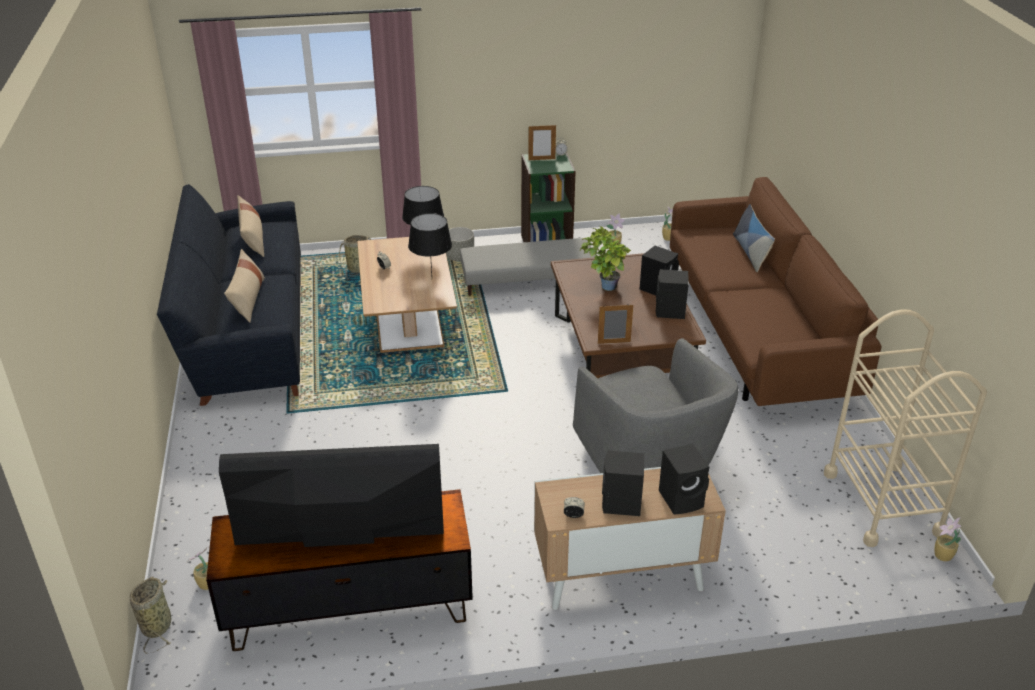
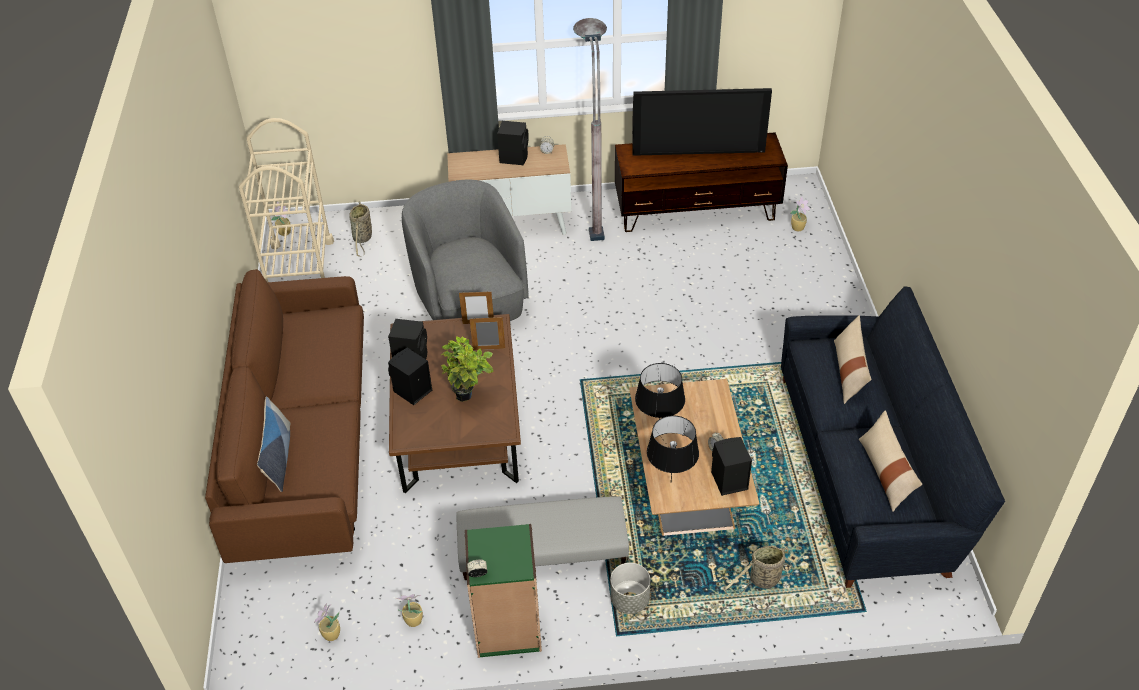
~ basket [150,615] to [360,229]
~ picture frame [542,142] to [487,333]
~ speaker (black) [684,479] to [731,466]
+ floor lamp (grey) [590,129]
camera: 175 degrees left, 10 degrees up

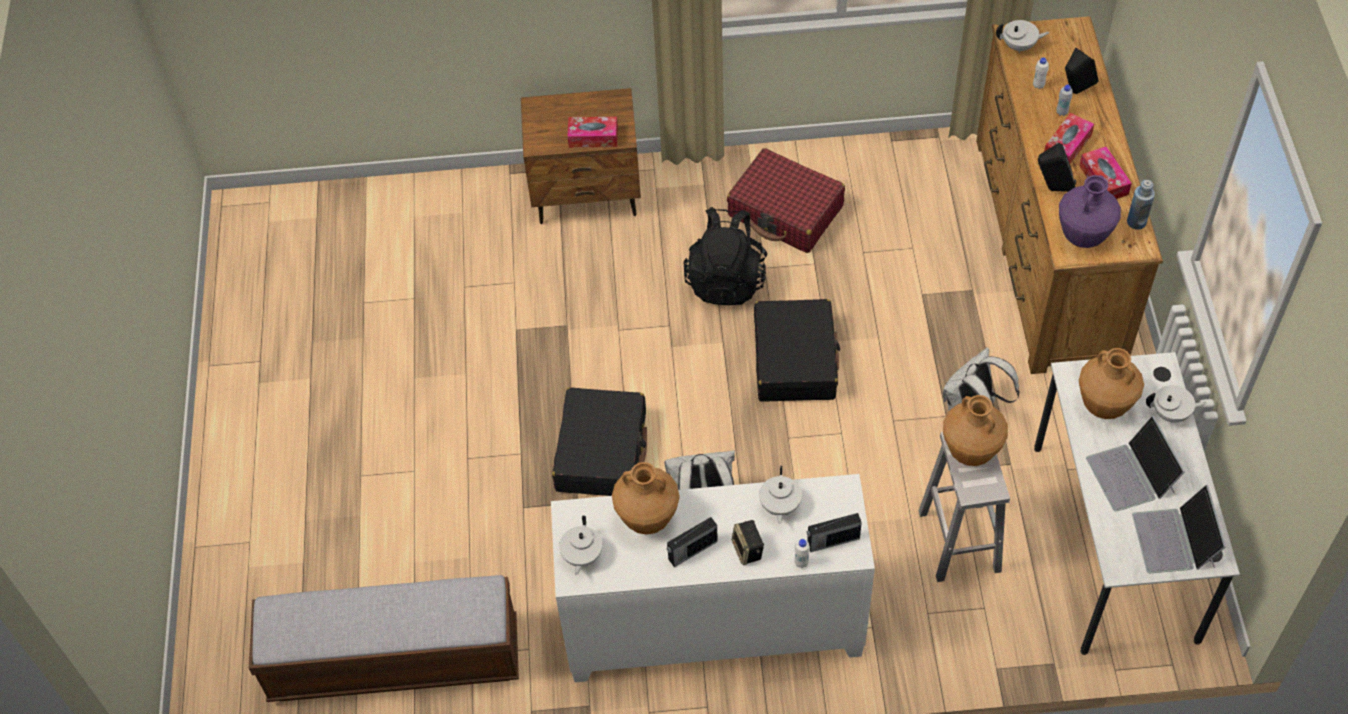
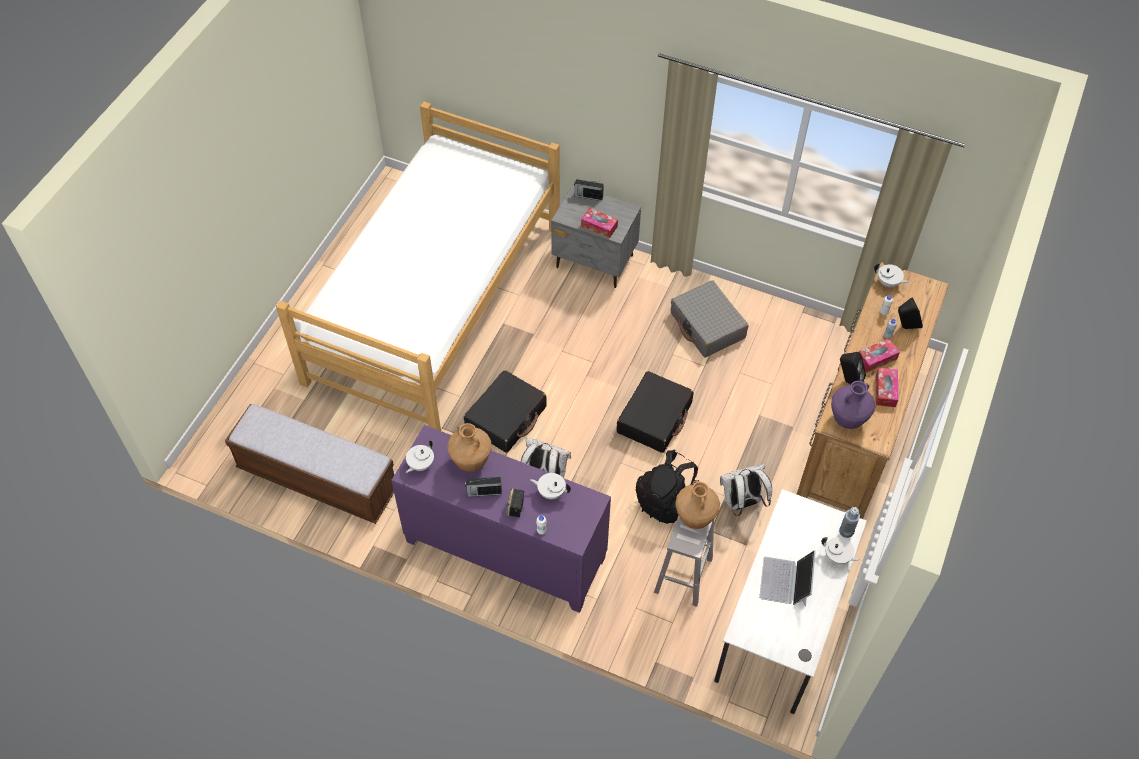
~ nightstand (brown) [581,156] to nightstand (grey) [596,236]
~ cabinet (white) [713,578] to cabinet (purple) [501,519]
~ backpack (black) [726,256] to [667,486]
~ suitcase (red) [786,200] to suitcase (grey) [709,318]
~ teapot (white) [780,495] = [550,486] 75 degrees clockwise
~ radio [834,532] to [589,190]
- vase (brown) [1111,383]
~ bottle (blue) [1141,205] to [849,522]
- laptop [1179,529]
+ bed [418,266]
camera: 25 degrees right, 0 degrees up

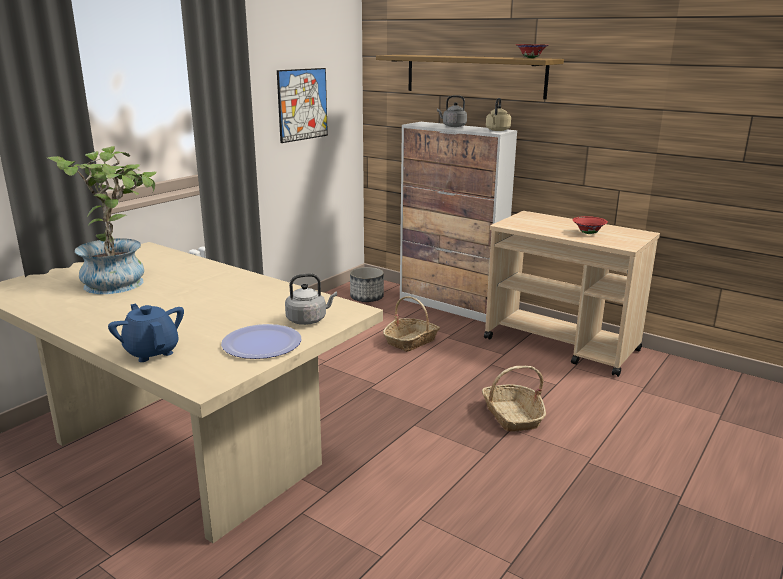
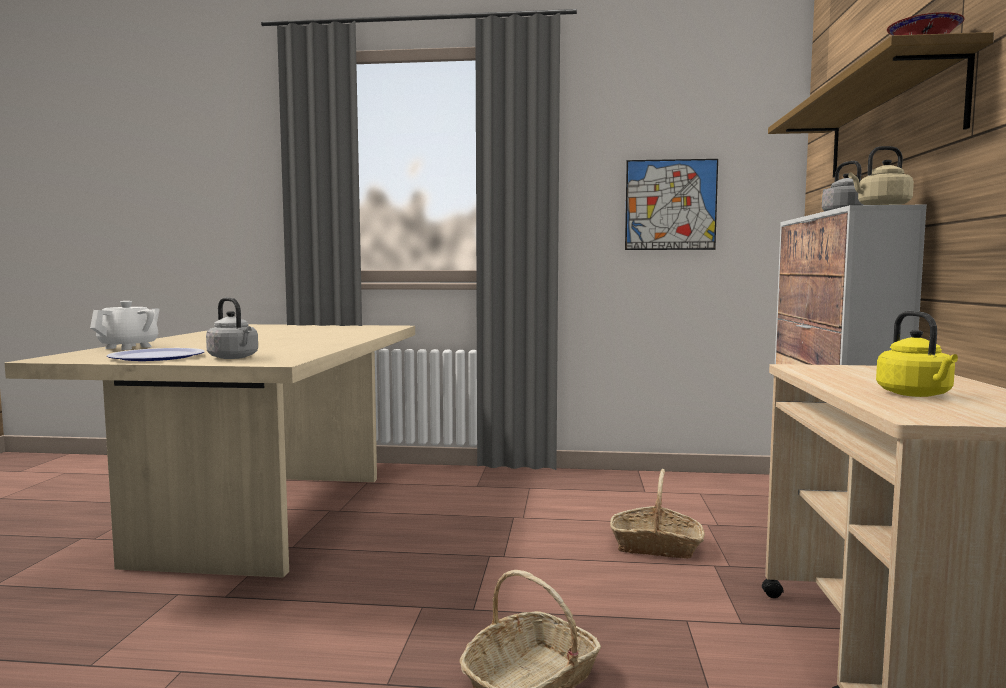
- potted plant [102,220]
~ teapot (blue) [146,333] to teapot (white) [125,325]
- planter [367,284]
~ bowl (red) [590,225] to kettle (yellow) [917,354]
camera: 60 degrees right, 15 degrees down

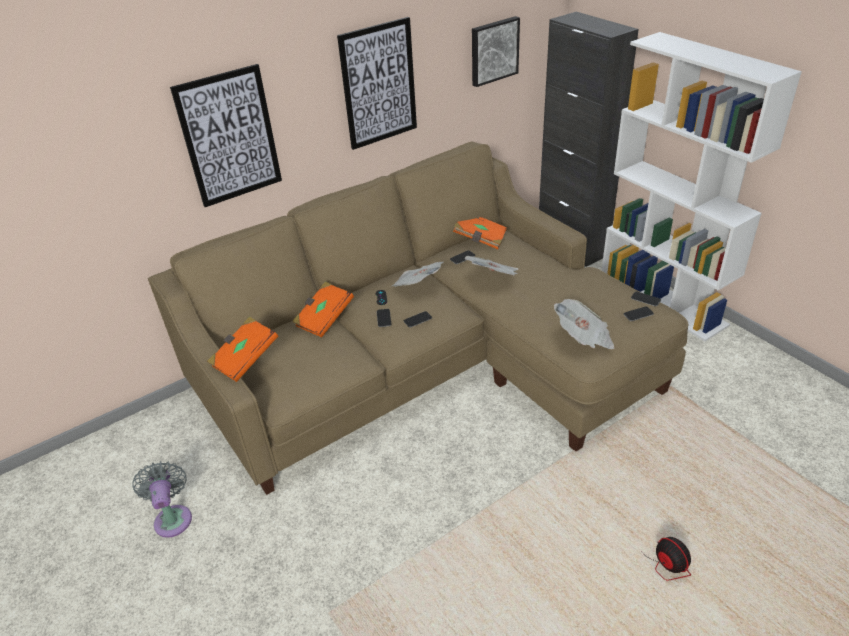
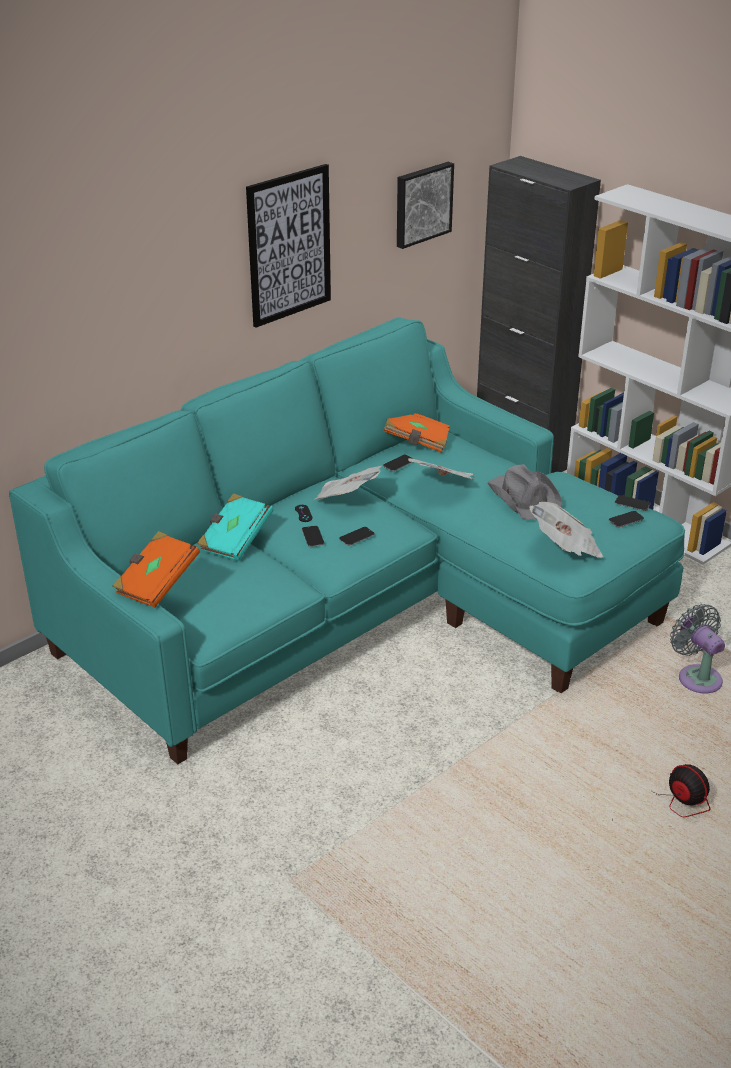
~ fan (grey) [162,499] to [697,649]
~ sofa (beige) [418,318] to sofa (turquoise) [347,540]
- picture [226,135]
~ book (orange) [323,309] to book (turquoise) [235,527]
+ hat (grey) [525,492]
camera: 10 degrees left, 5 degrees down

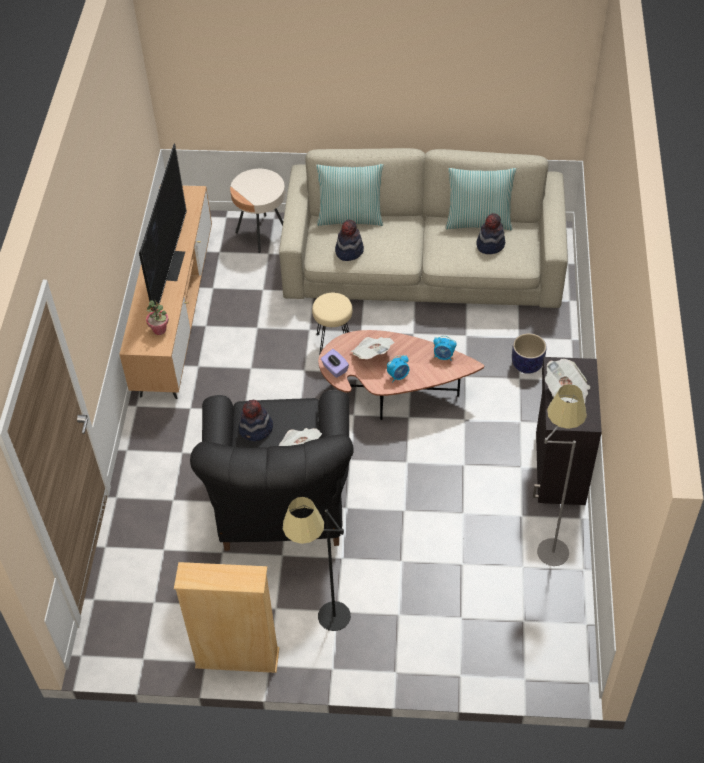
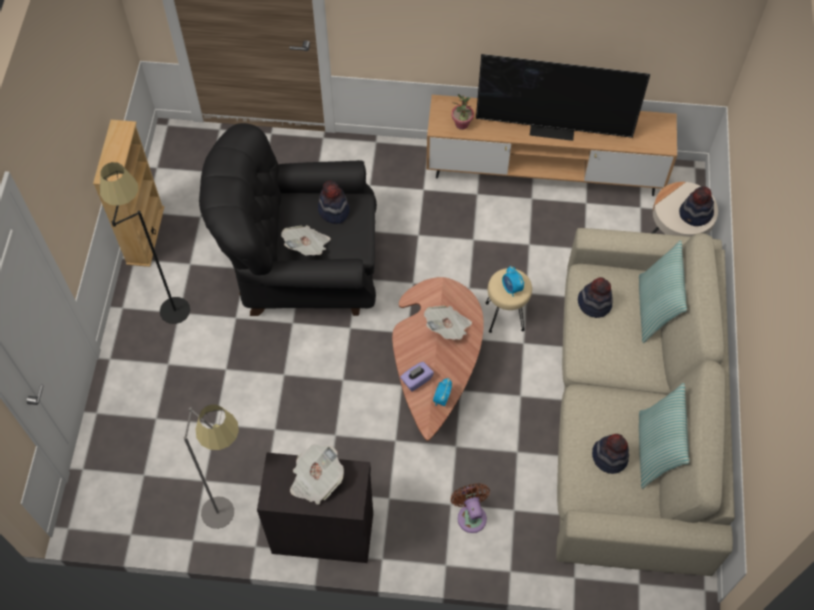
~ tissue box (purple) [335,363] to [417,376]
~ alarm clock [398,368] to [513,281]
~ planter [529,353] to fan (brown) [470,508]
+ hat [696,206]
camera: 90 degrees right, 10 degrees up

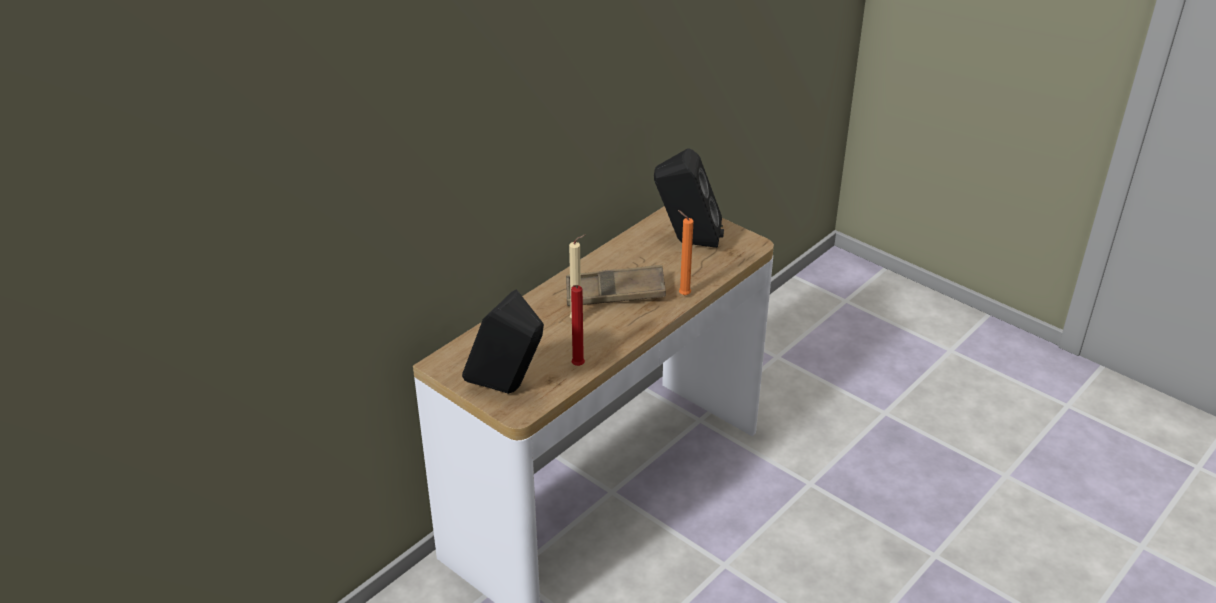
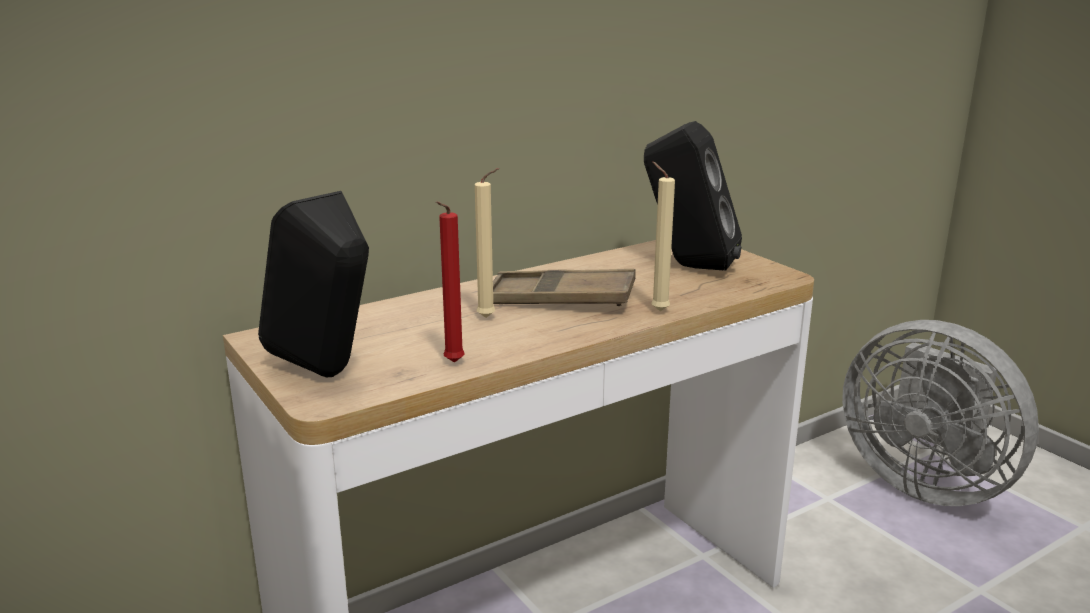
~ candle (orange) [686,252] to candle (beige) [663,236]
+ fan (grey) [940,413]
camera: 15 degrees right, 15 degrees down

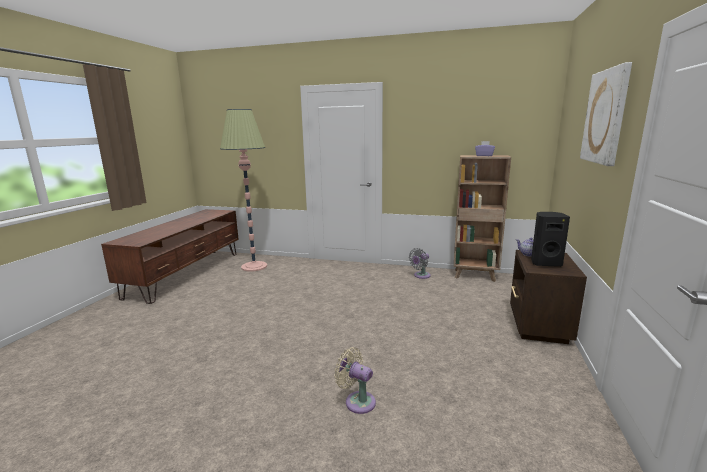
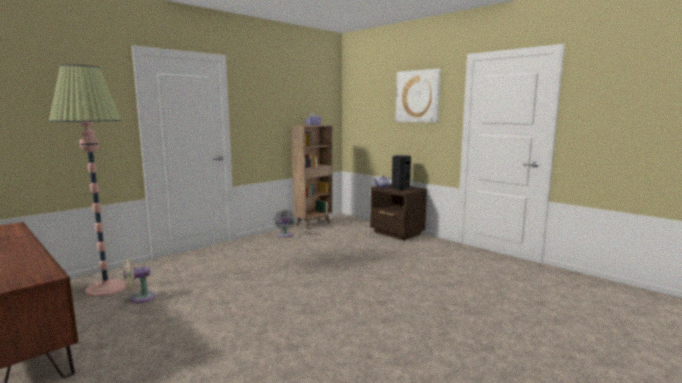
~ fan (beige) [355,380] to [139,281]
camera: 60 degrees left, 5 degrees down

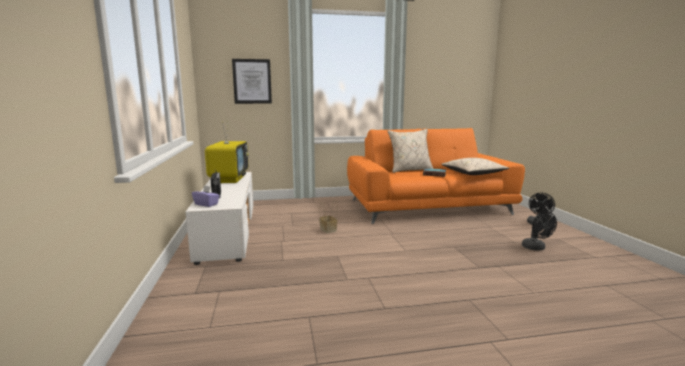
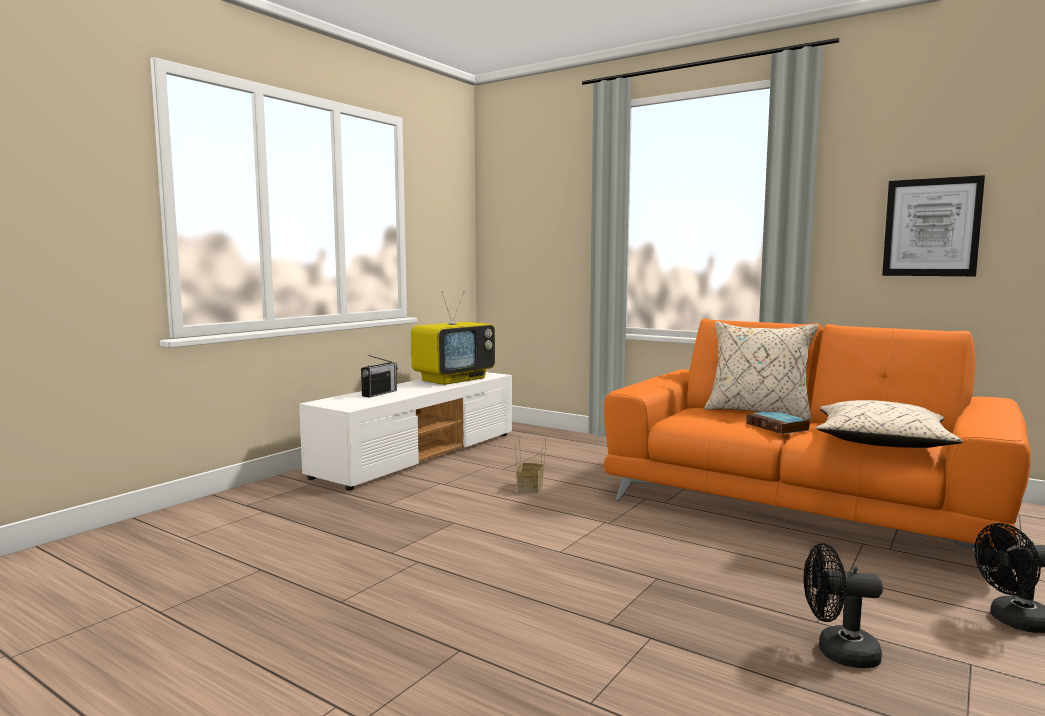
- tissue box (purple) [206,196]
~ picture [252,81] to [933,225]
~ fan (black) [539,231] = [843,605] 75 degrees clockwise
camera: 45 degrees right, 5 degrees down

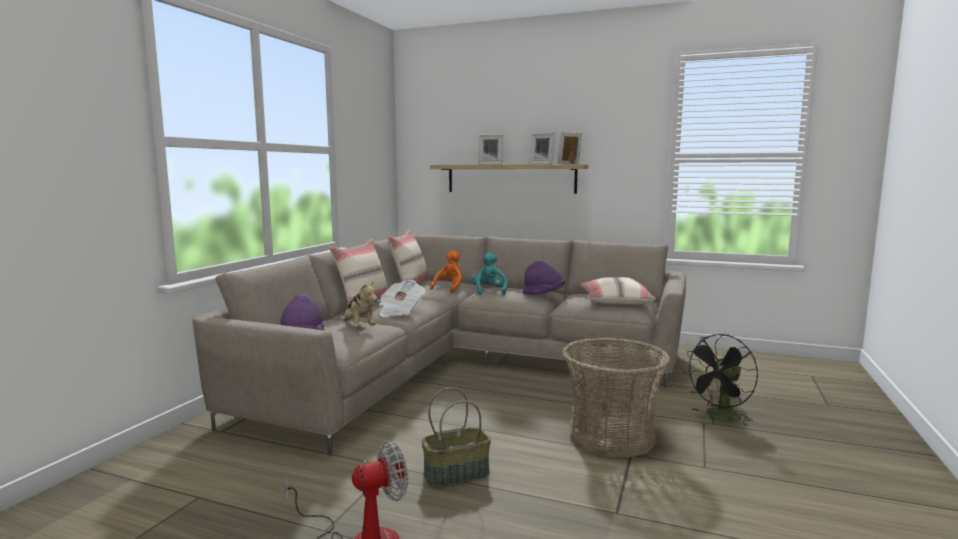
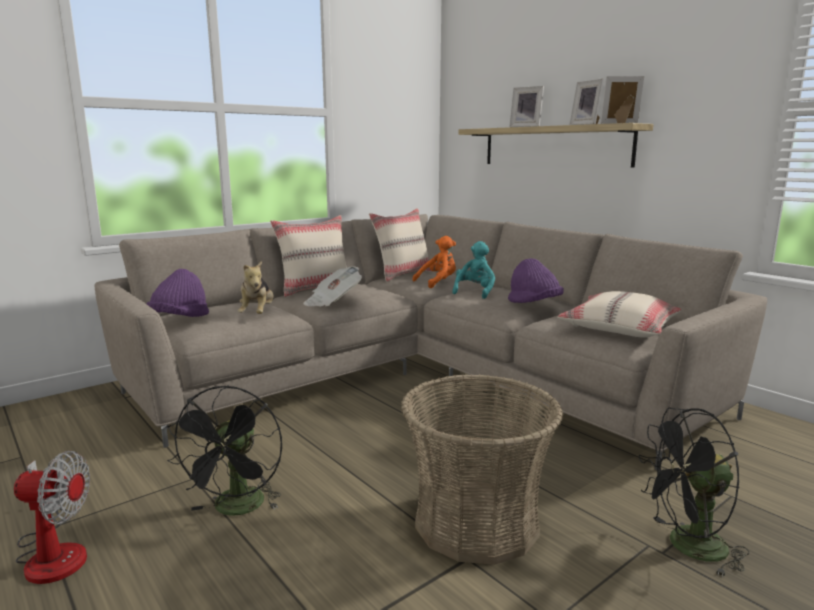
~ basket [456,437] to fan (black) [224,450]
camera: 30 degrees right, 5 degrees up

